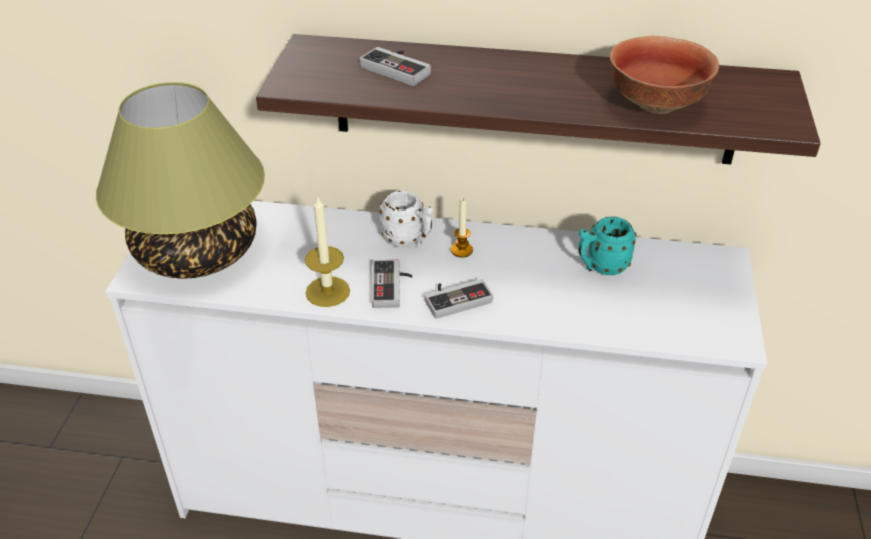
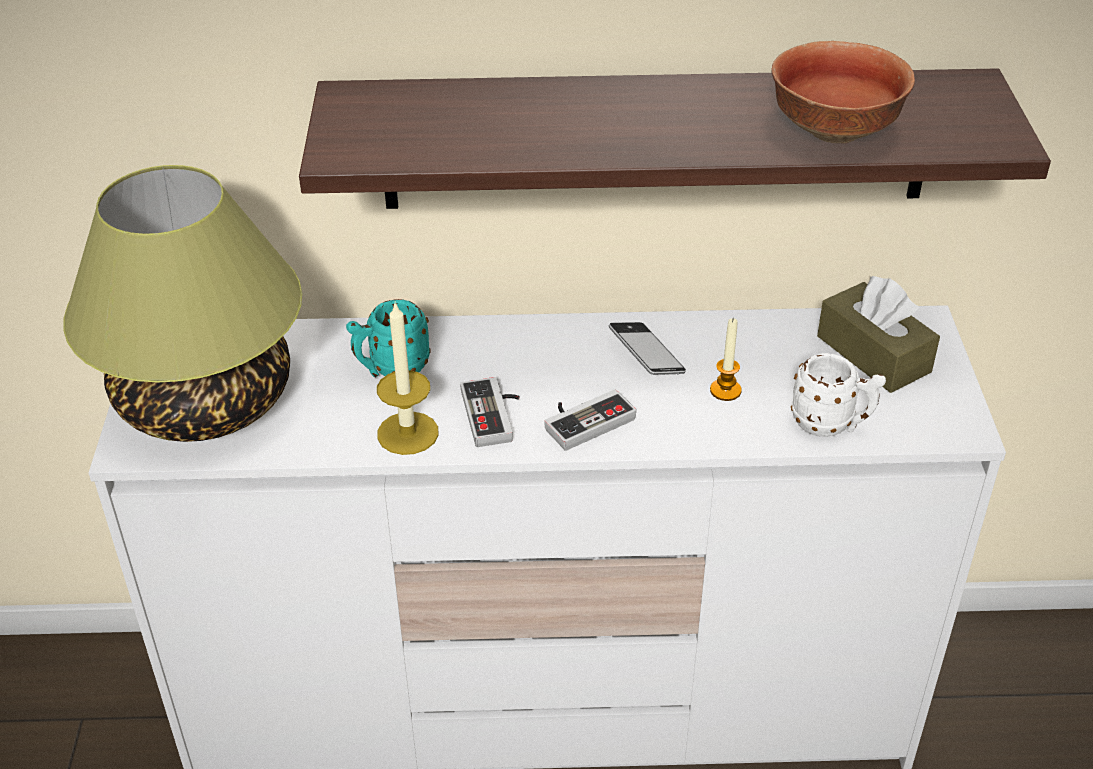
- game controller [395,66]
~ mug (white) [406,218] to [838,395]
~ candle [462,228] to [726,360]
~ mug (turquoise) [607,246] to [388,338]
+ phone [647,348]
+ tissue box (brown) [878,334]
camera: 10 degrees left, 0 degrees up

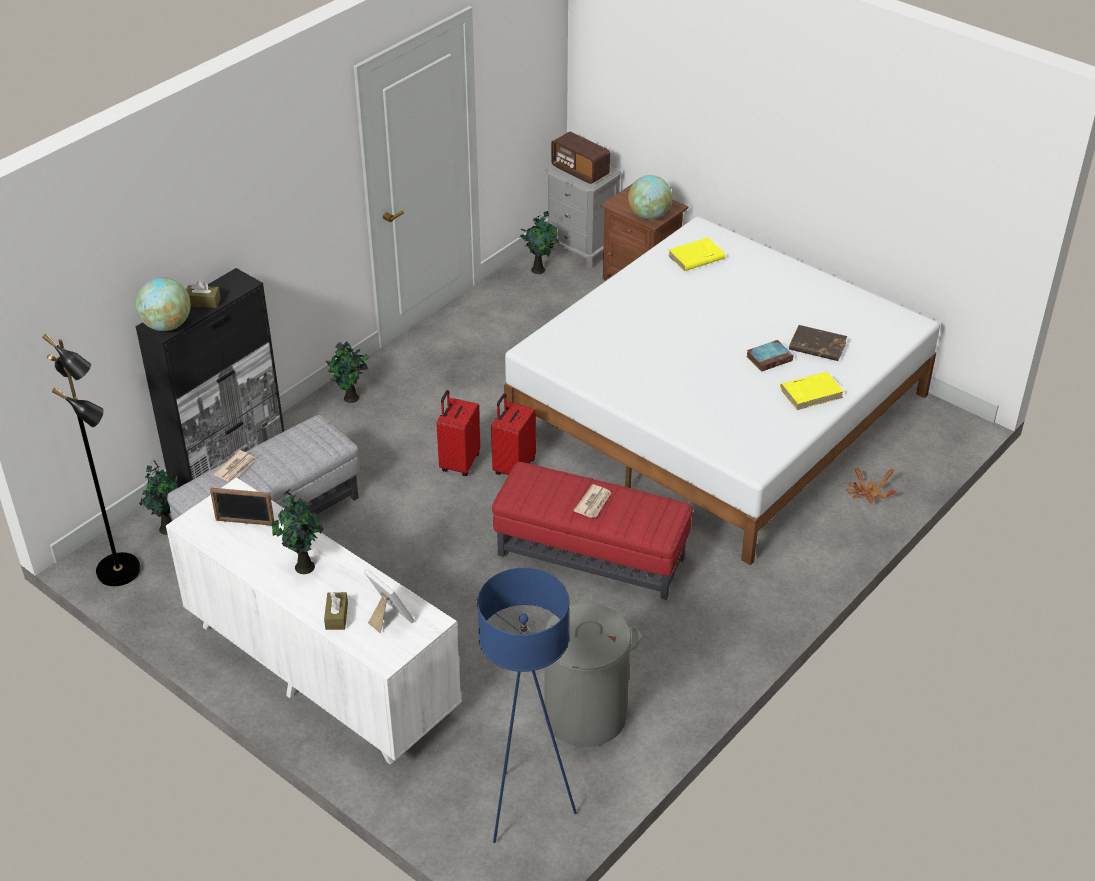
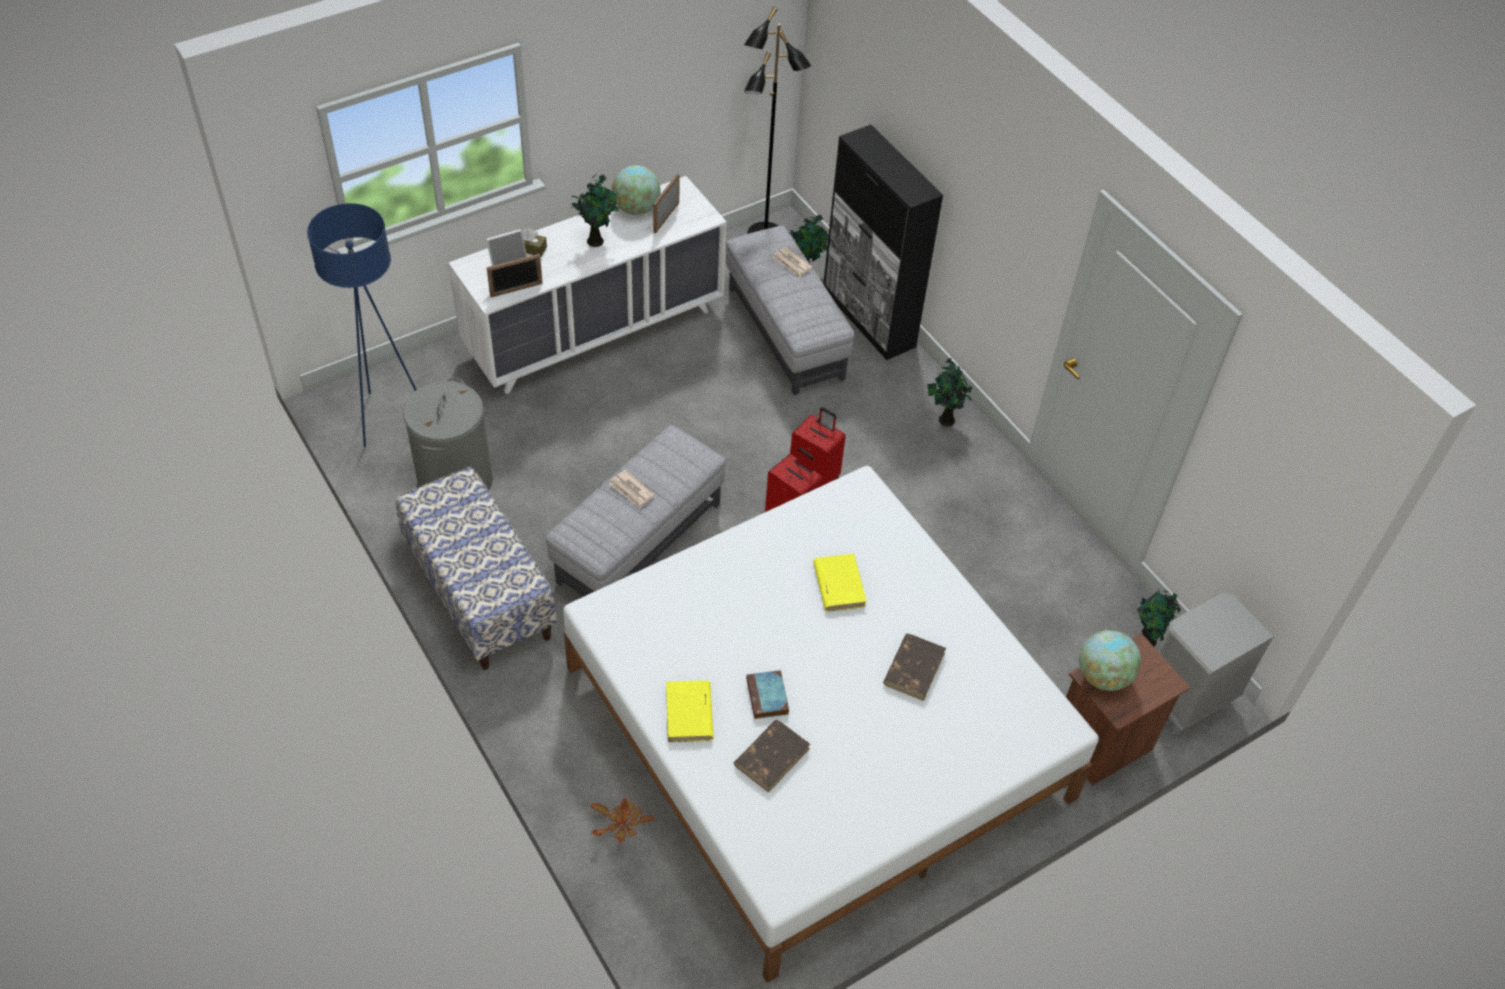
~ globe [163,304] to [636,190]
- tissue box (brown) [203,294]
~ ottoman (red) [592,531] to ottoman (grey) [635,510]
- radio [580,157]
~ book (yellow) [696,254] to [840,583]
+ bench [476,568]
+ picture frame [515,275]
+ book (brown) [914,667]
camera: 105 degrees right, 10 degrees up

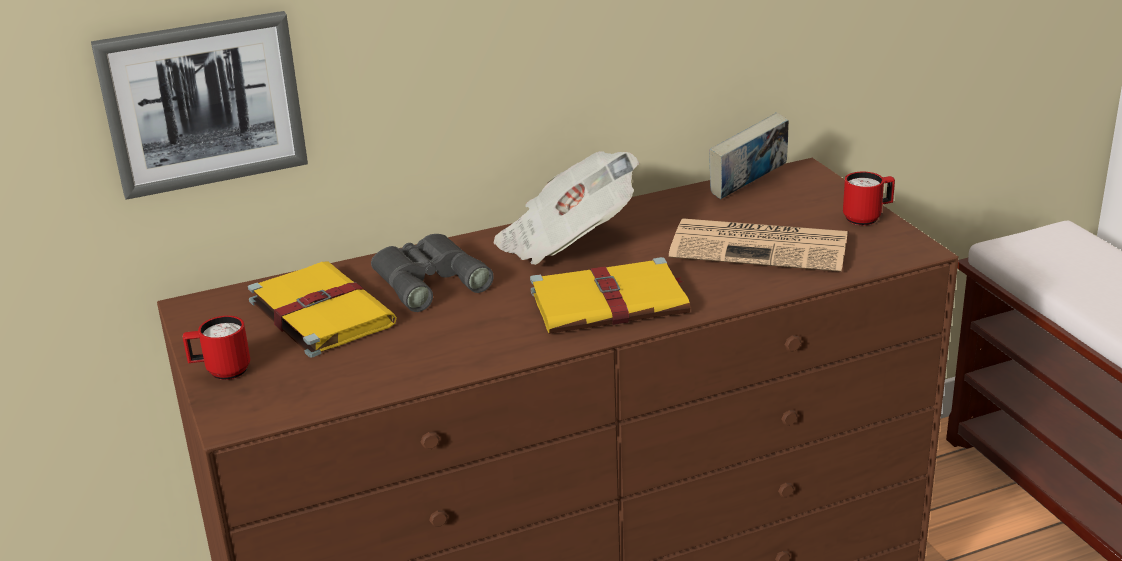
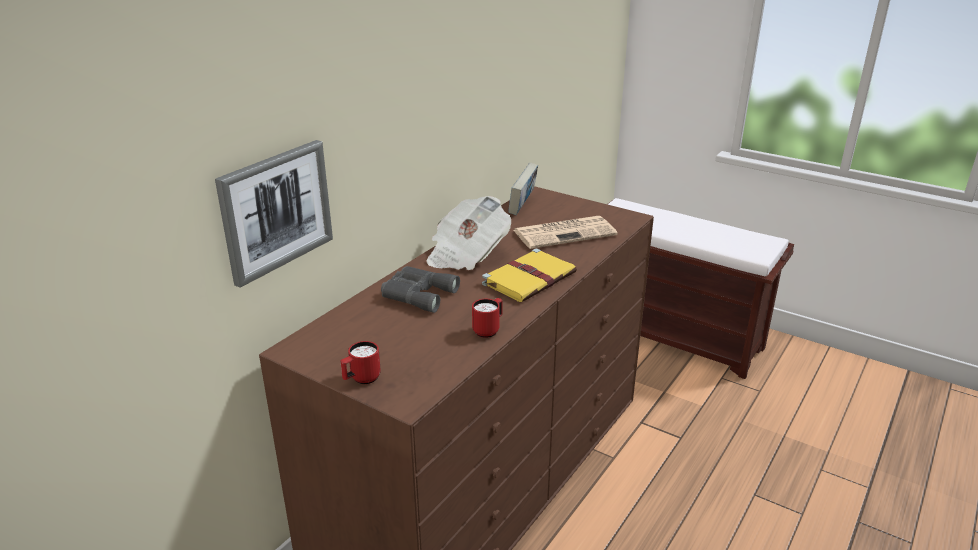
- book (yellow) [322,309]
~ mug (red) [869,198] to [487,318]
camera: 35 degrees left, 0 degrees up

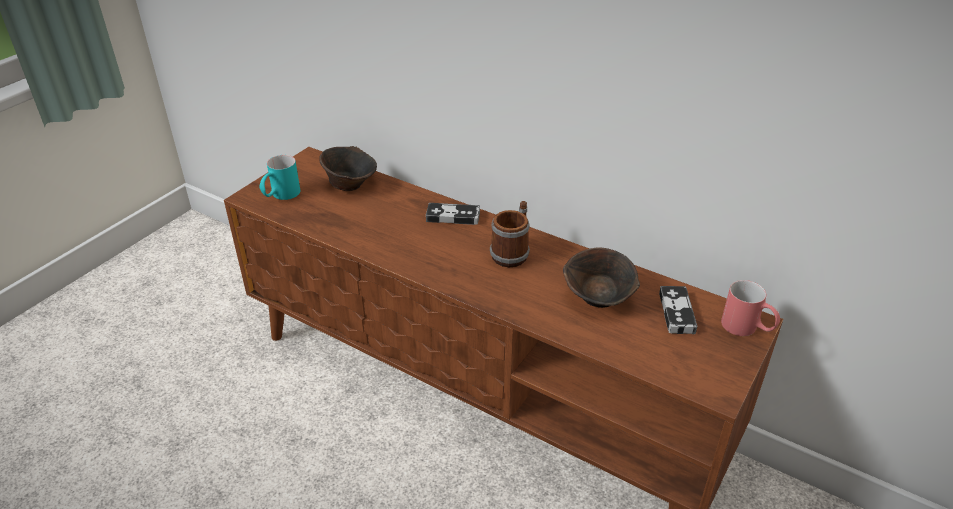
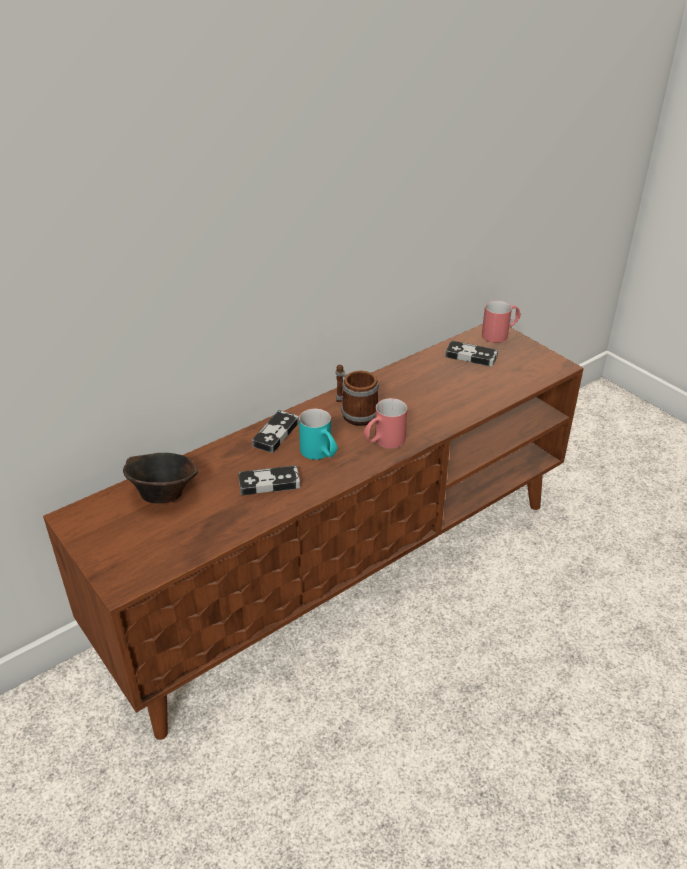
~ mug (turquoise) [279,177] to [318,434]
- bowl (brown) [601,277]
+ game controller [269,480]
+ mug (red) [385,423]
camera: 70 degrees left, 0 degrees up

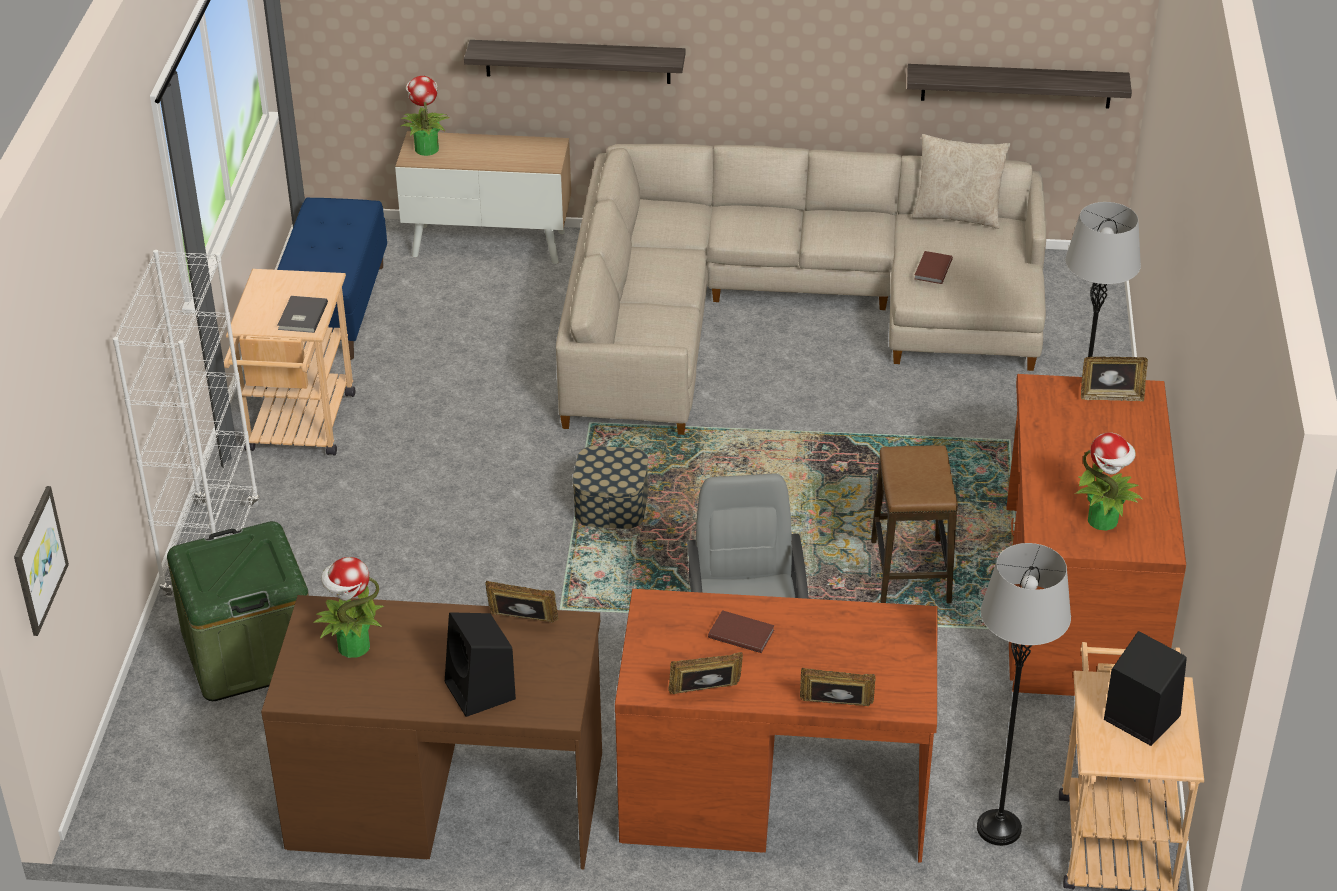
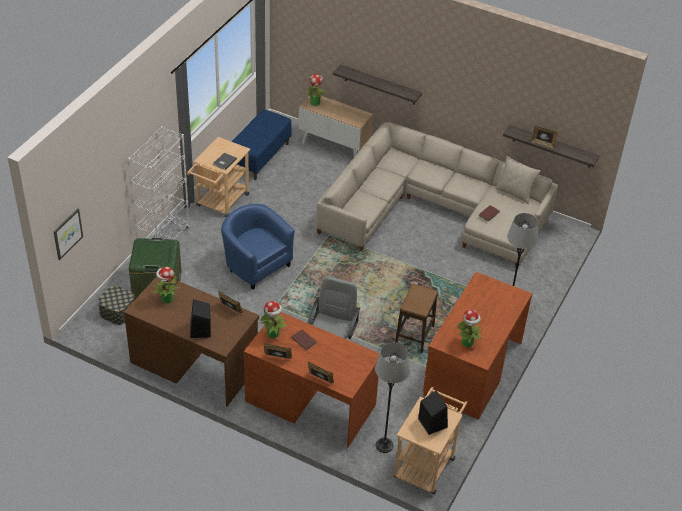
~ storage box [610,487] to [116,305]
~ picture frame [1114,379] to [544,137]
+ armchair (blue) [258,247]
+ potted plant [273,319]
camera: 20 degrees right, 5 degrees up

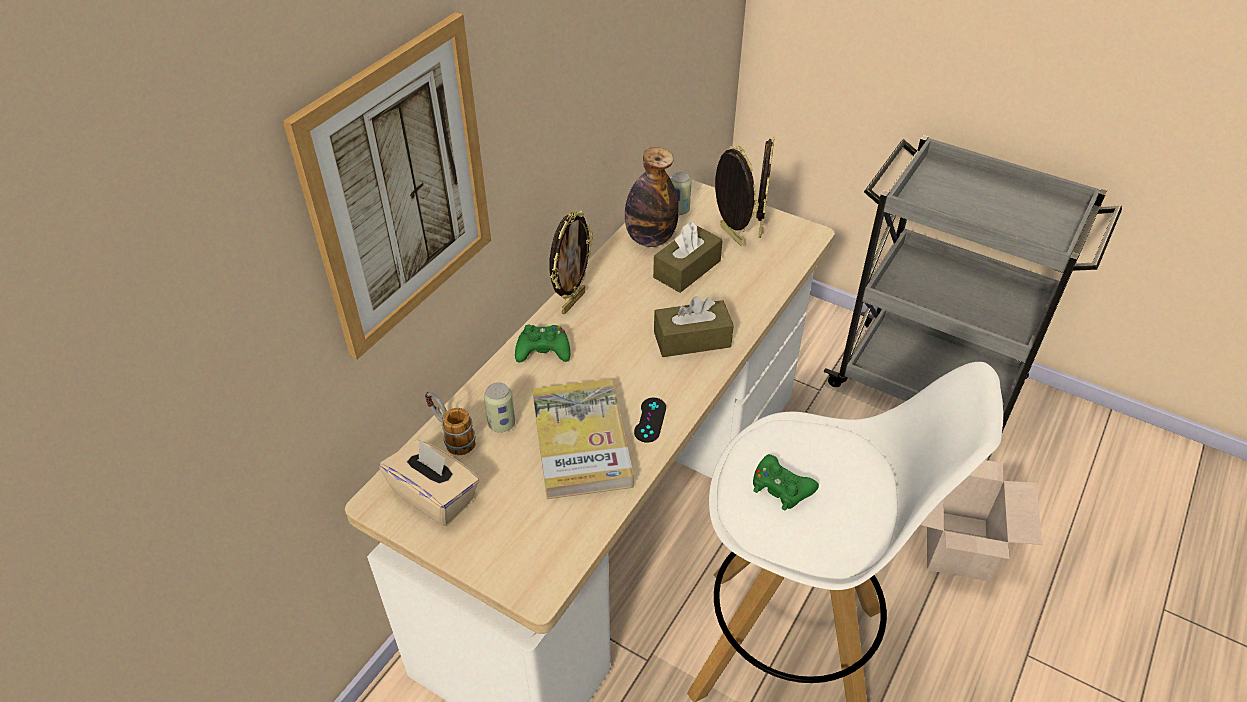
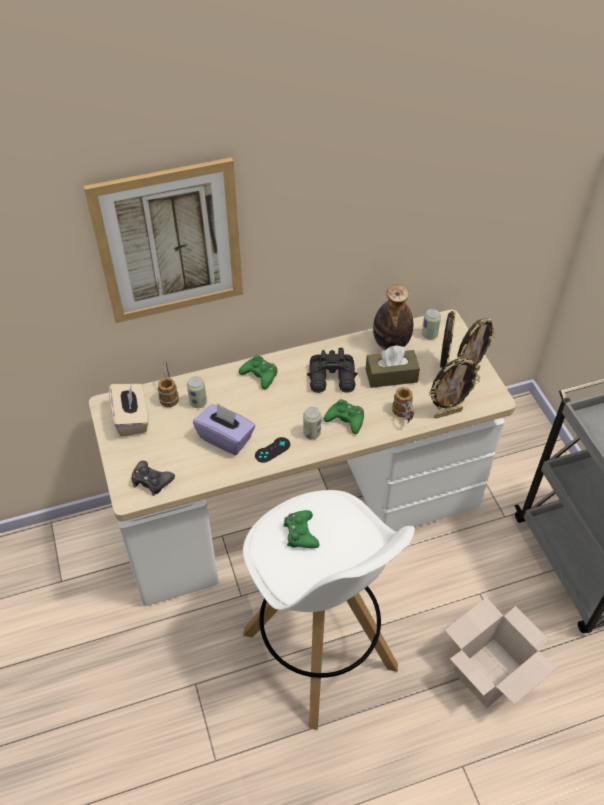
~ book [583,439] to tissue box (purple) [224,429]
~ picture frame [572,262] to [454,388]
~ tissue box (brown) [694,326] to game controller (green) [344,416]
+ game controller (black) [153,478]
+ can [312,423]
+ binoculars (black) [332,370]
+ mug [403,404]
camera: 40 degrees right, 5 degrees up

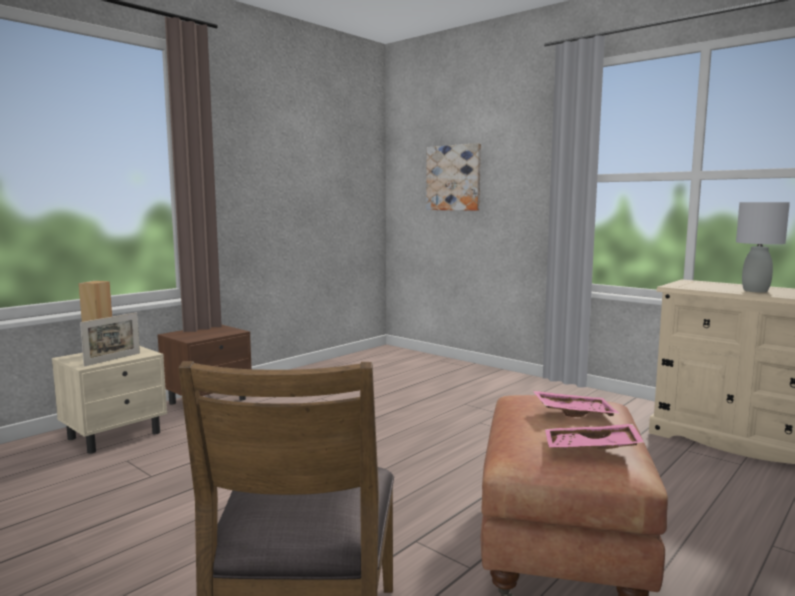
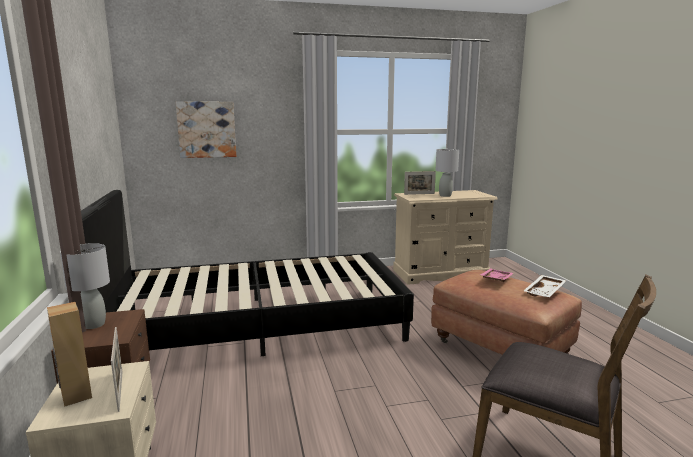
~ tray (pink) [595,437] to tray (white) [545,286]
+ table lamp (grey) [85,286]
+ bed (black) [247,273]
+ picture frame [420,183]
camera: 55 degrees left, 5 degrees up

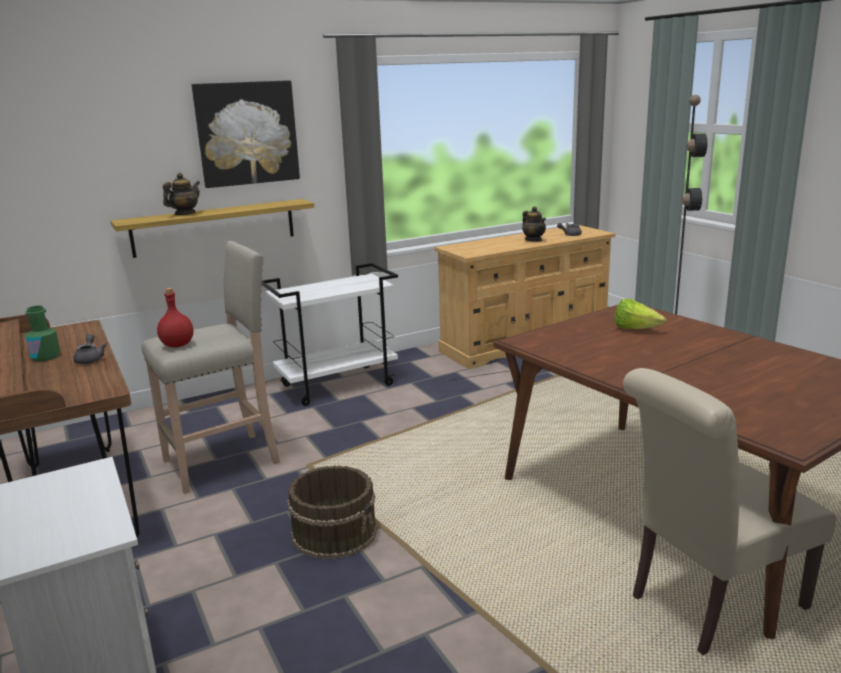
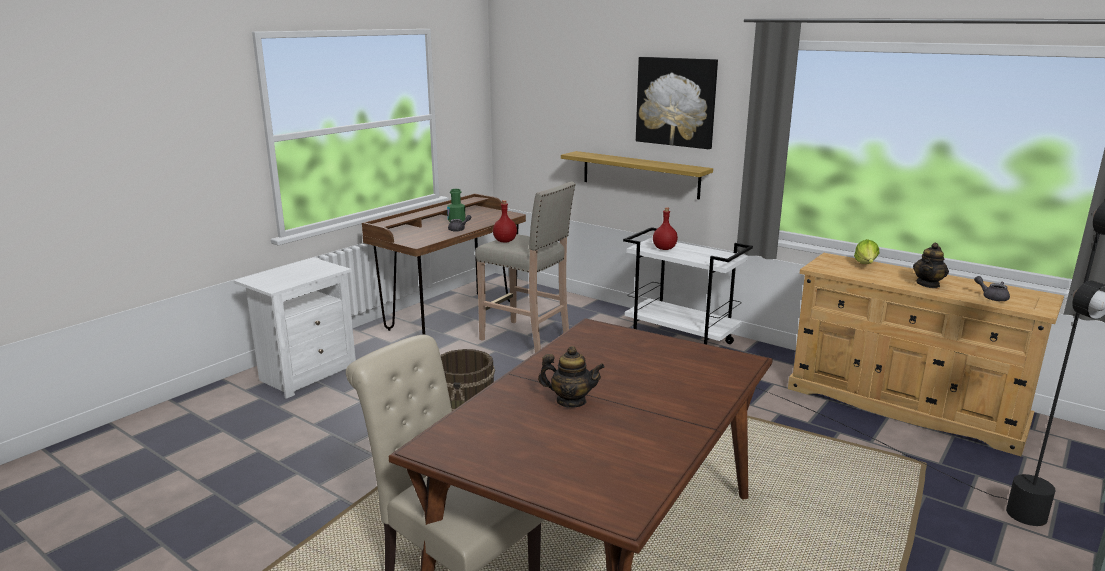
~ teapot [181,194] to [571,377]
~ lettuce [640,314] to [866,251]
+ bottle (red) [665,228]
camera: 65 degrees right, 0 degrees up

